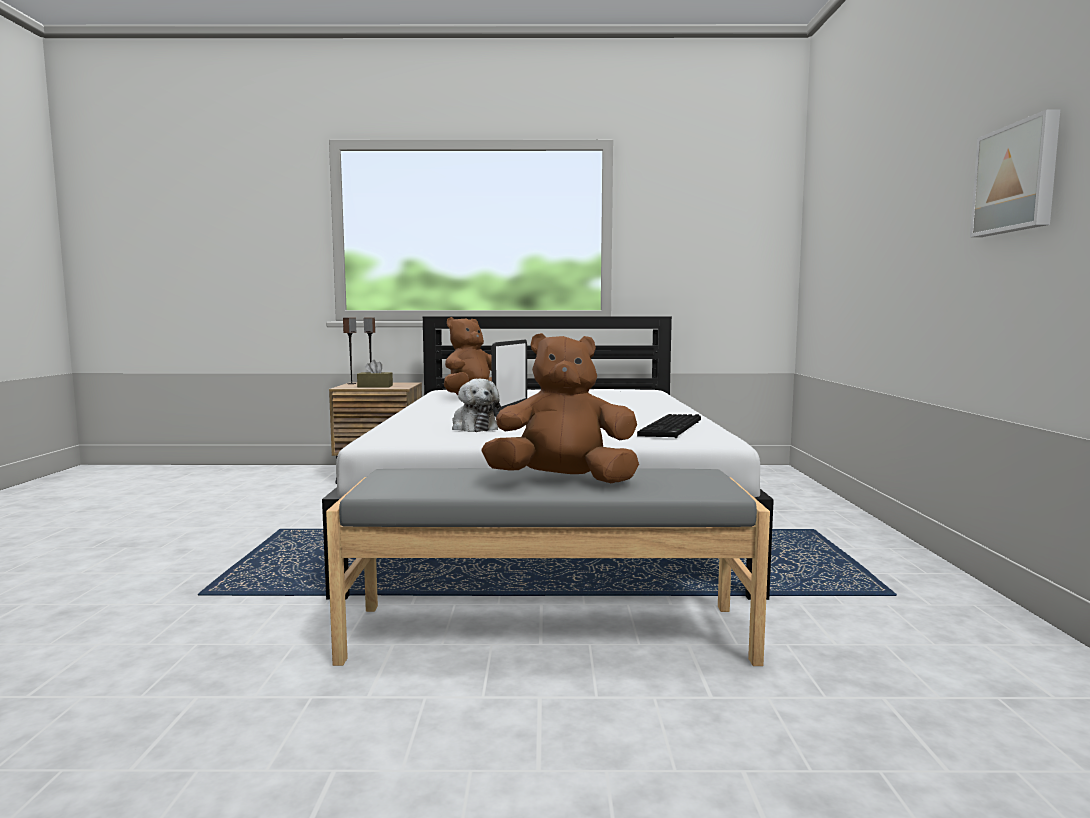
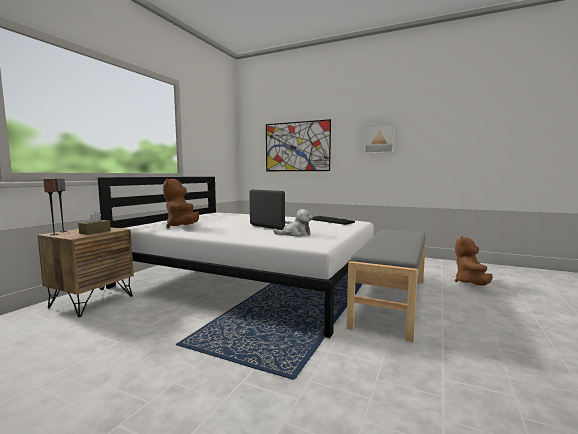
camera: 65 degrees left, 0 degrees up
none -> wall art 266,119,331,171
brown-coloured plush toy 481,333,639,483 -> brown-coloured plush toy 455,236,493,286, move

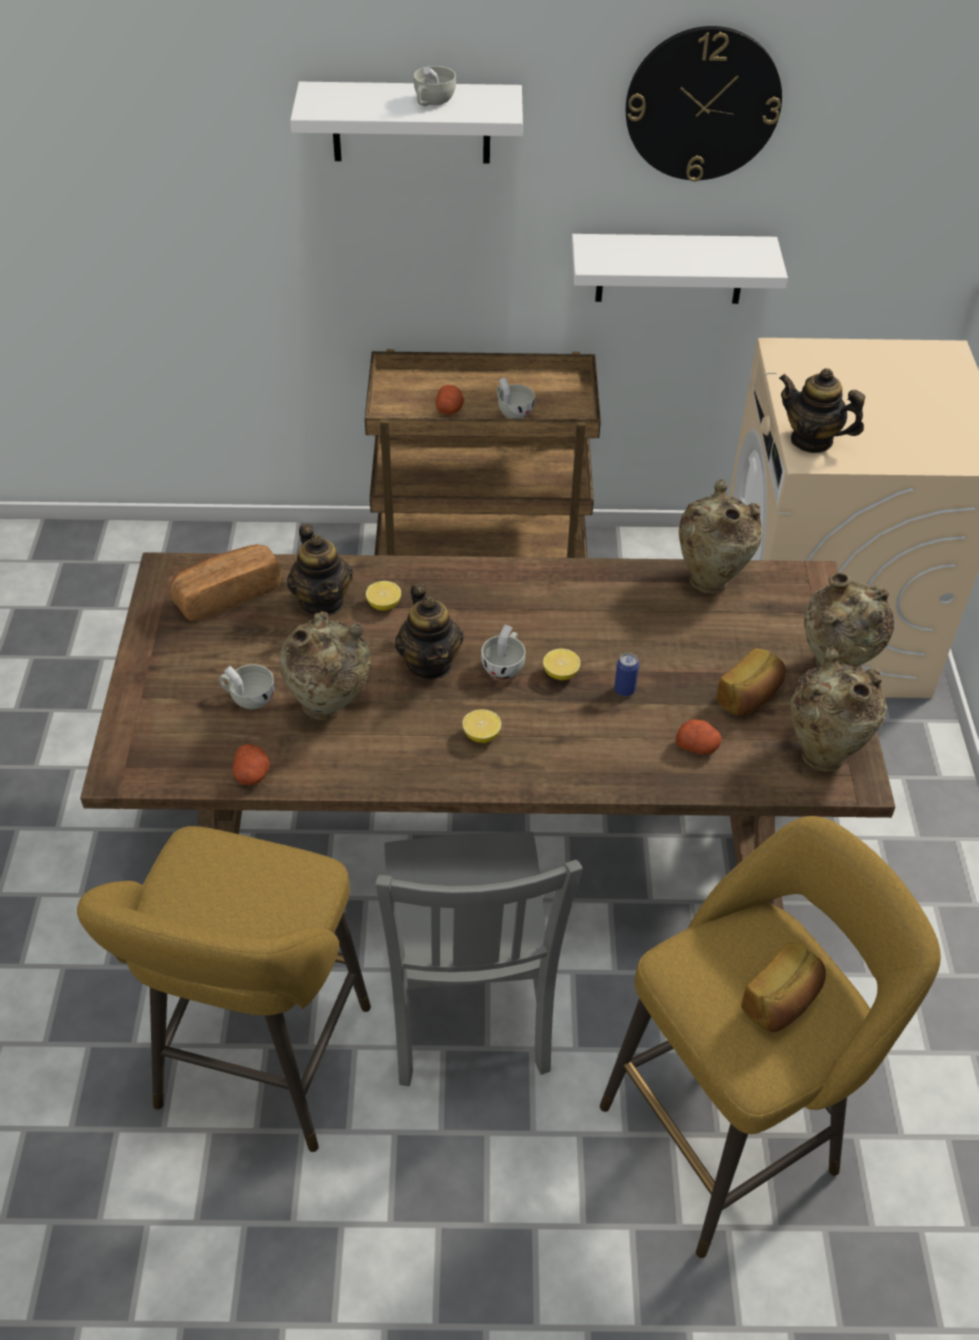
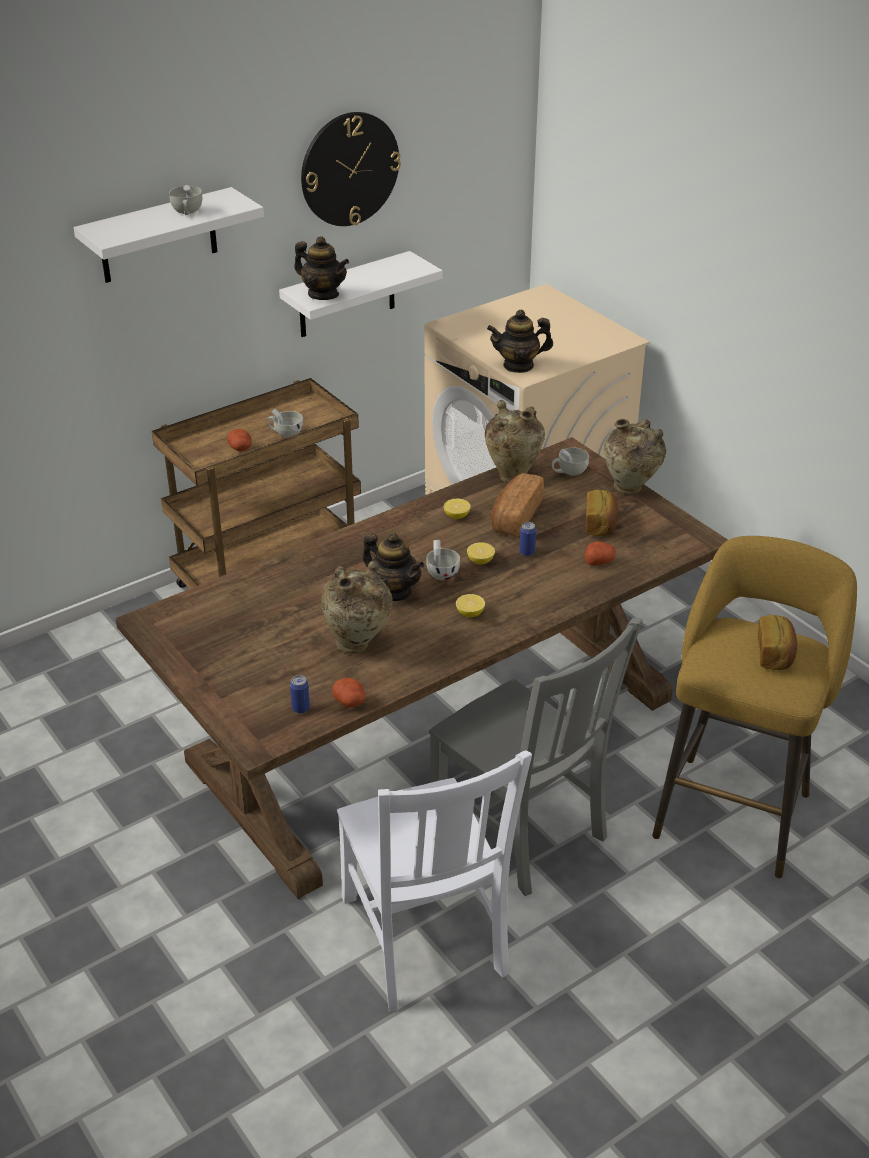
camera: 35 degrees left, 10 degrees down
beige flower vase 791,648,886,772 -> none
none -> sealed can 290,675,310,714
baked bread 170,545,281,621 -> baked bread 491,473,544,537, move
whitish drinking cup 219,664,275,709 -> whitish drinking cup 552,447,589,475, move
pot for tea 287,524,353,616 -> pot for tea 294,236,349,300, move
citrus fruit 366,581,401,610 -> citrus fruit 444,499,471,519, move
yellowish stool 77,826,371,1152 -> whitish upright chair 337,750,532,1011

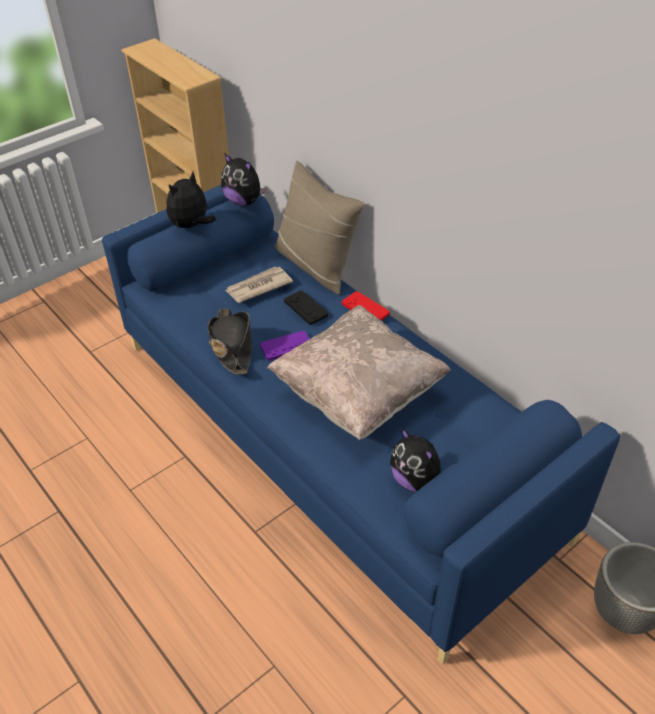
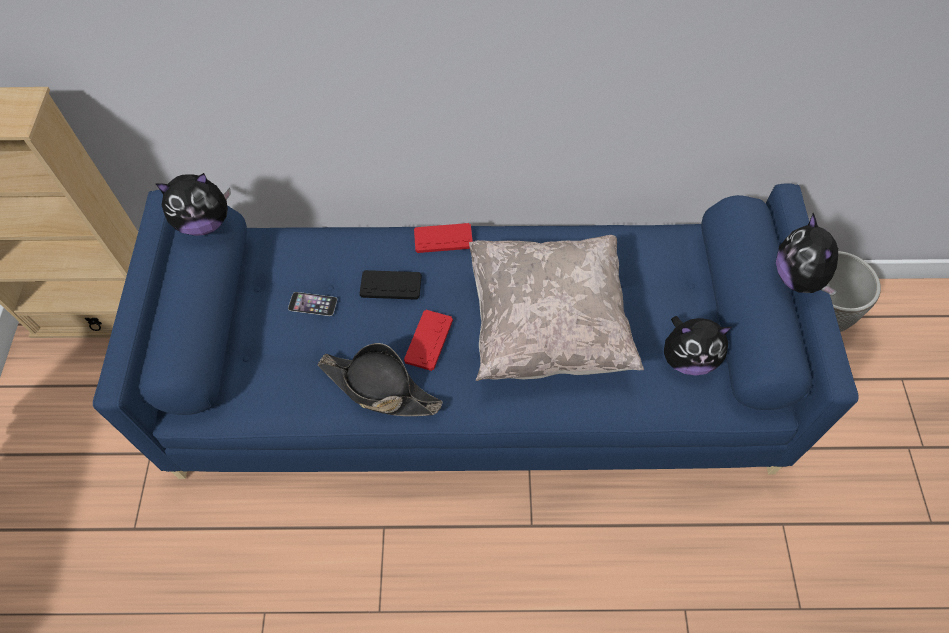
camera: 50 degrees left, 15 degrees up
beige pillow 275,161,364,295 -> none
plush toy 166,172,216,230 -> plush toy 776,213,838,295, move
printed paper 225,267,293,303 -> telephone 288,292,337,316
purple-coloured game controller 260,330,309,361 -> reddish game controller 404,310,453,371

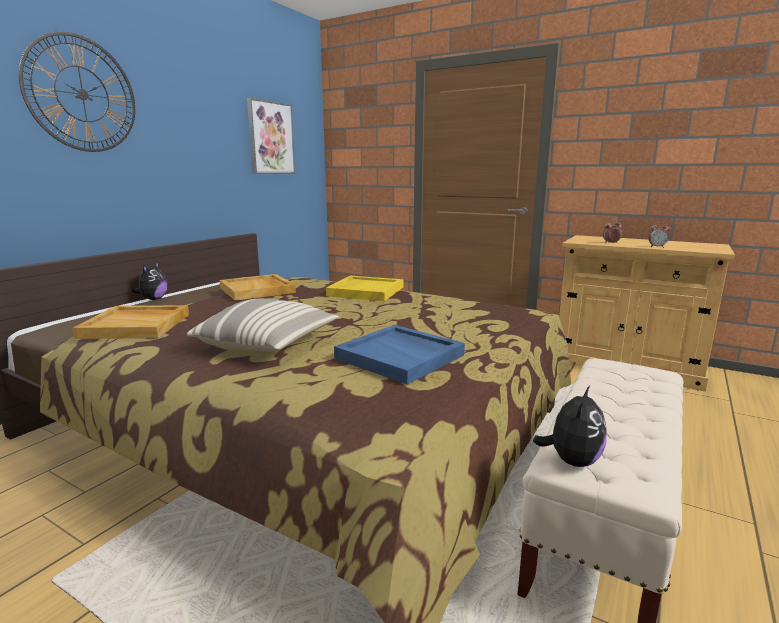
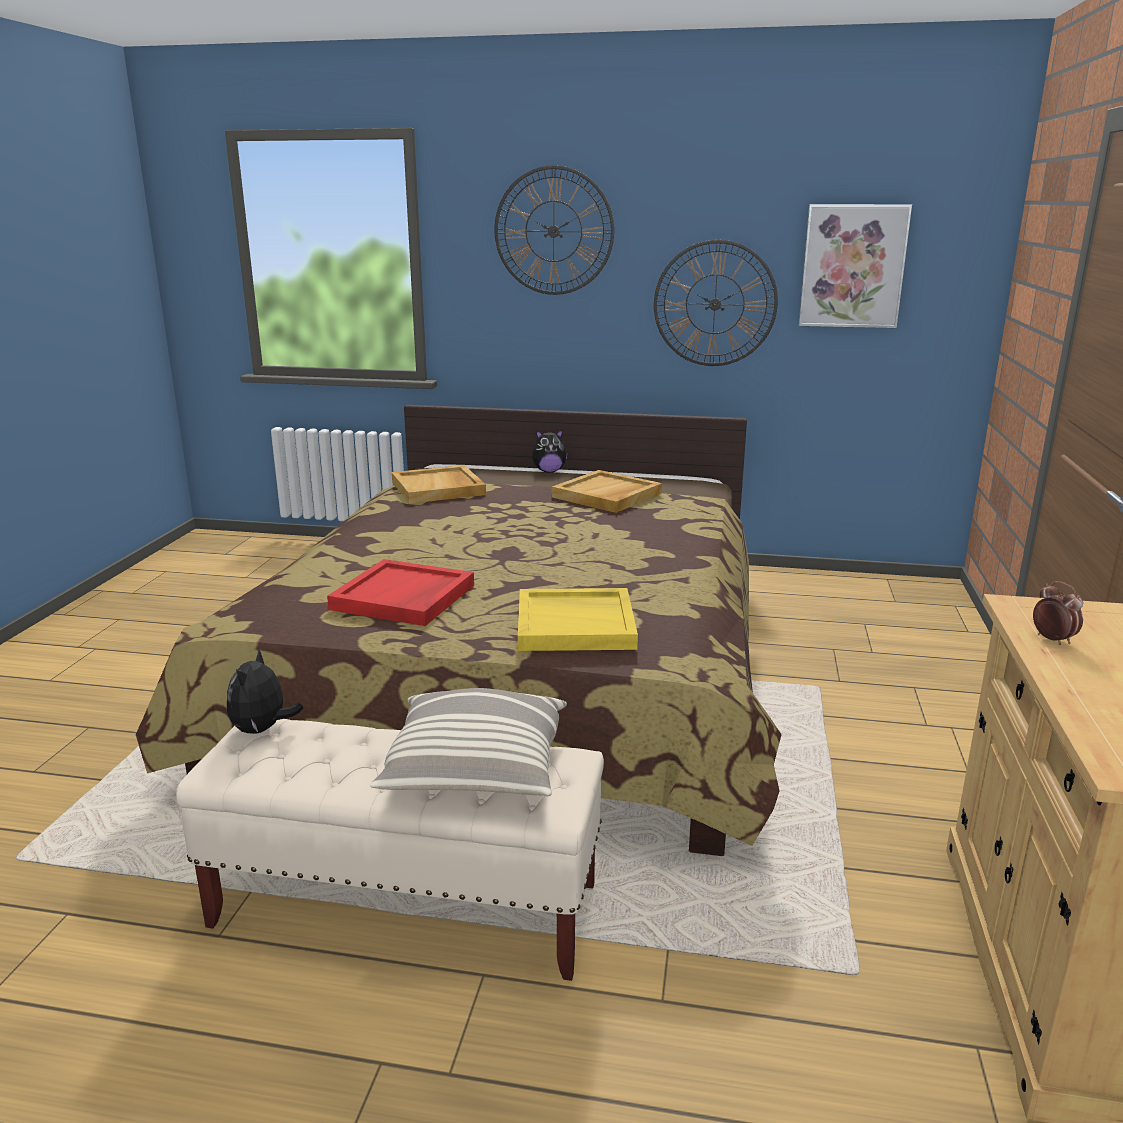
camera: 70 degrees right, 5 degrees up
table clock 648,222,670,248 -> none
none -> hanging clock 654,240,778,366
pillow 186,299,339,352 -> pillow 370,688,567,796, move
yellowish carrying tray 326,276,403,301 -> yellowish carrying tray 518,588,638,651, move
blue-coloured carrying tray 334,325,465,384 -> reddish carrying tray 327,559,474,626
plush toy 533,386,607,467 -> plush toy 227,648,303,734, 90 degrees clockwise

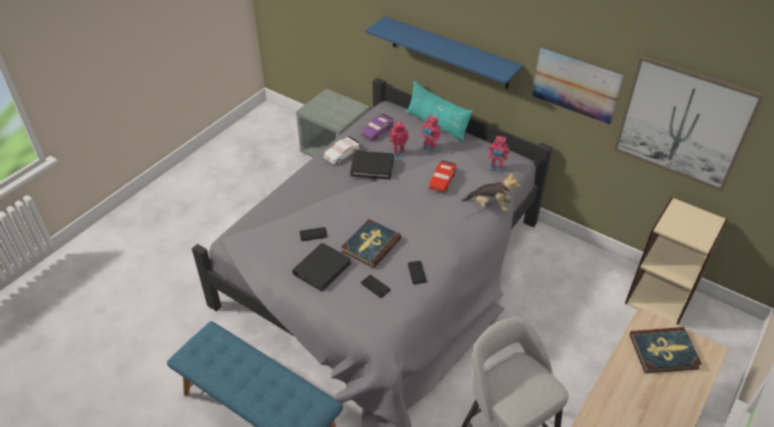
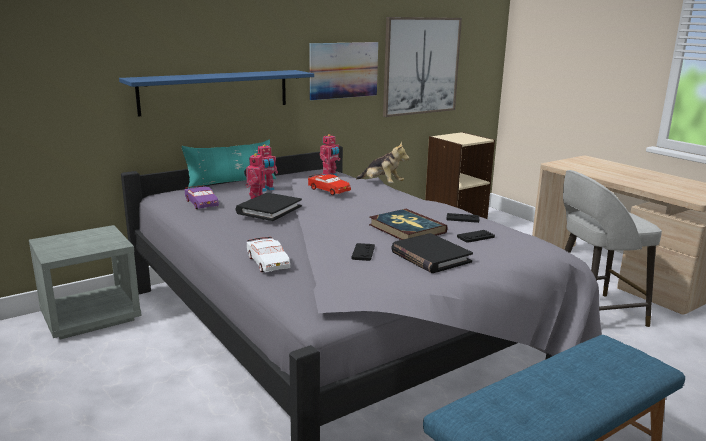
camera: 70 degrees left, 25 degrees down
volume 630,327,702,373 -> none
whitish toy car 324,136,359,164 -> whitish toy car 247,237,290,272, move
plush toy 462,172,520,211 -> plush toy 356,142,410,183, 90 degrees clockwise

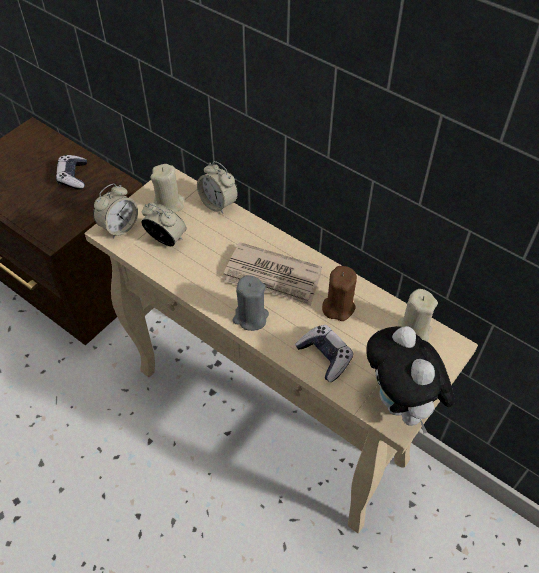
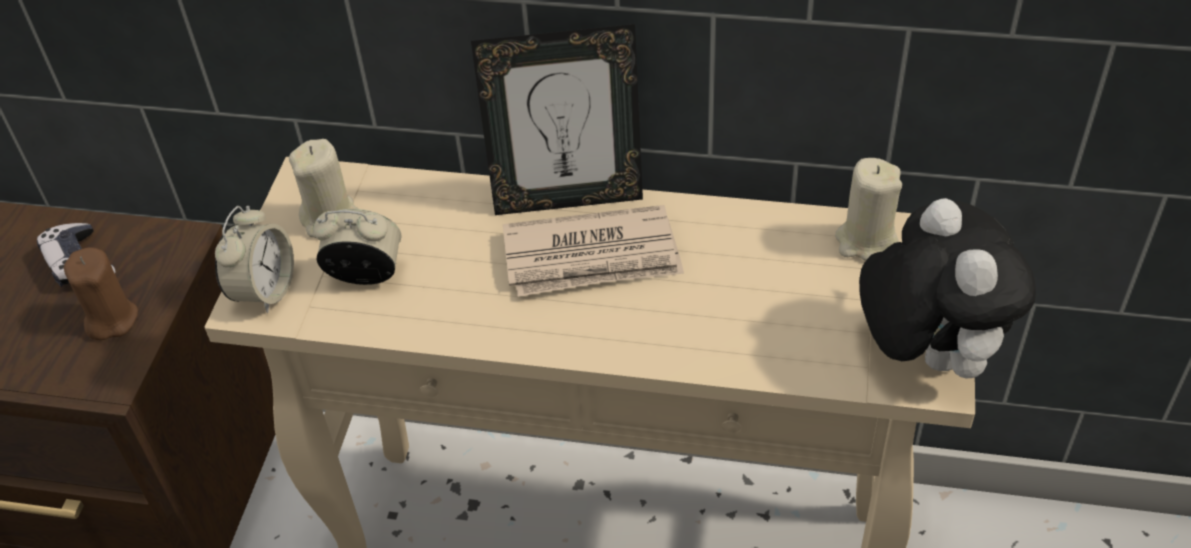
camera: 25 degrees left, 5 degrees down
table clock 197,161,238,214 -> none
gray wax light 232,275,269,331 -> none
game controller 295,325,353,382 -> none
none -> standing frame 471,24,643,215
brown-coloured wax light 322,266,357,321 -> brown-coloured wax light 64,247,138,340, move
plush toy 367,326,454,434 -> plush toy 859,198,1036,378, 150 degrees counterclockwise

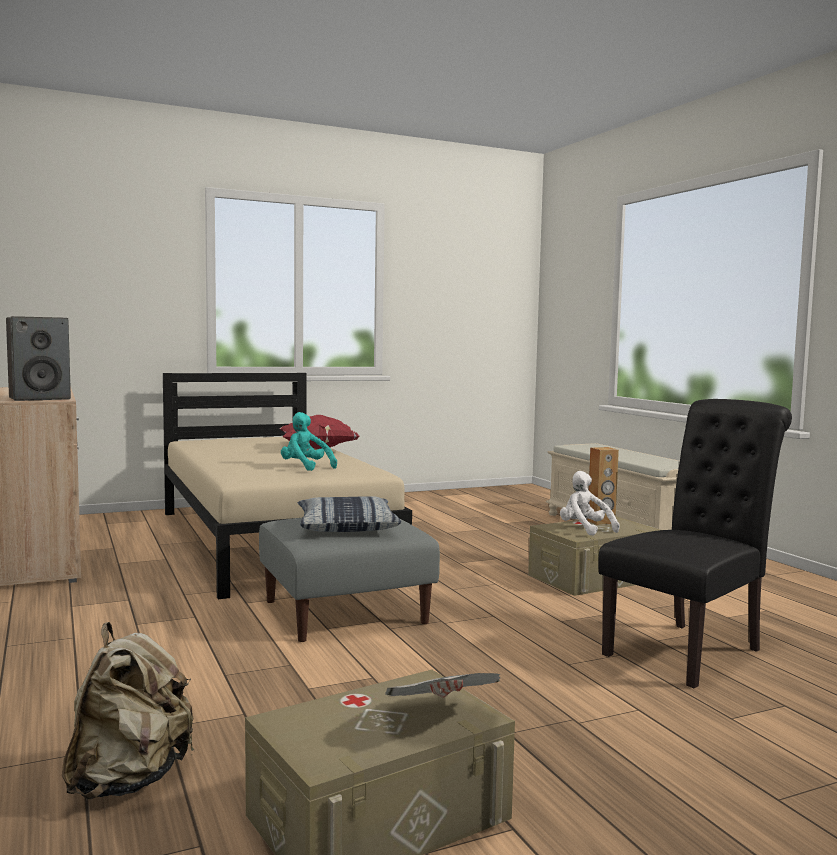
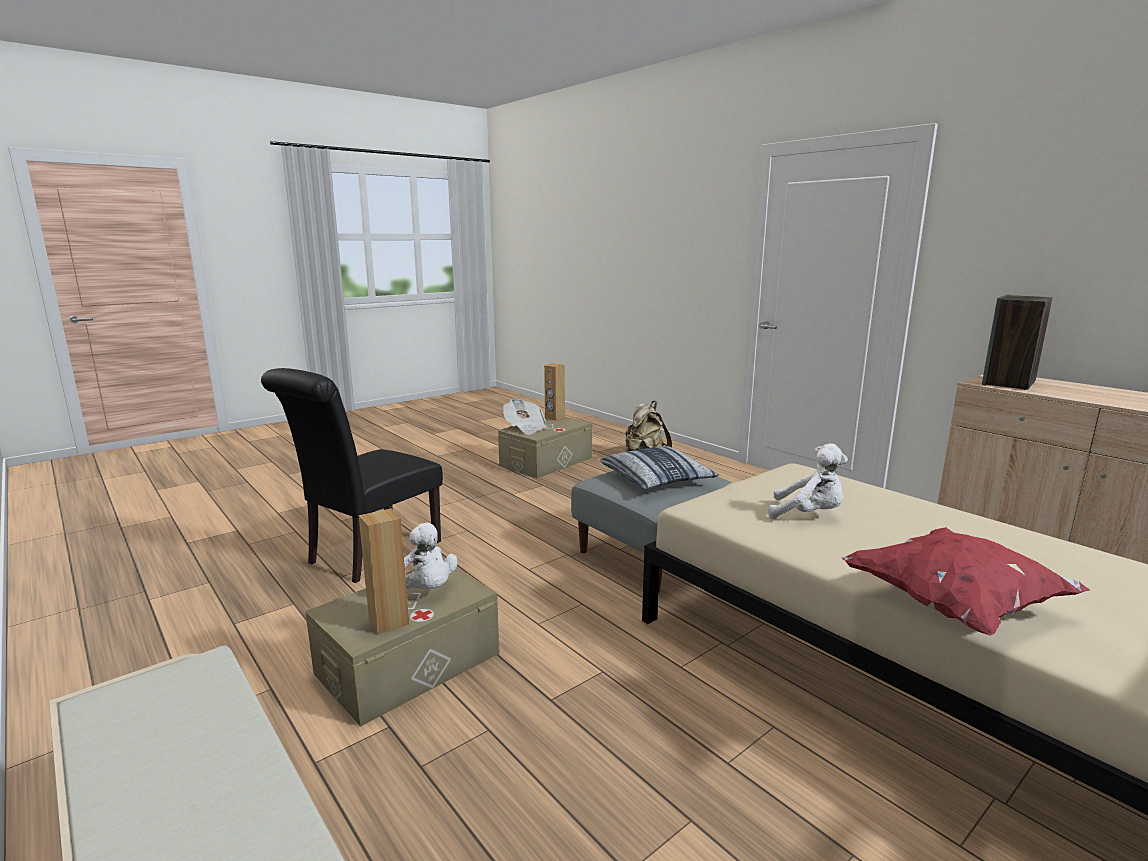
camera: 165 degrees right, 10 degrees up
none -> brown-coloured loudspeaker 544,363,565,421
turquoise plush toy 281,412,337,471 -> whitish plush toy 768,443,848,519

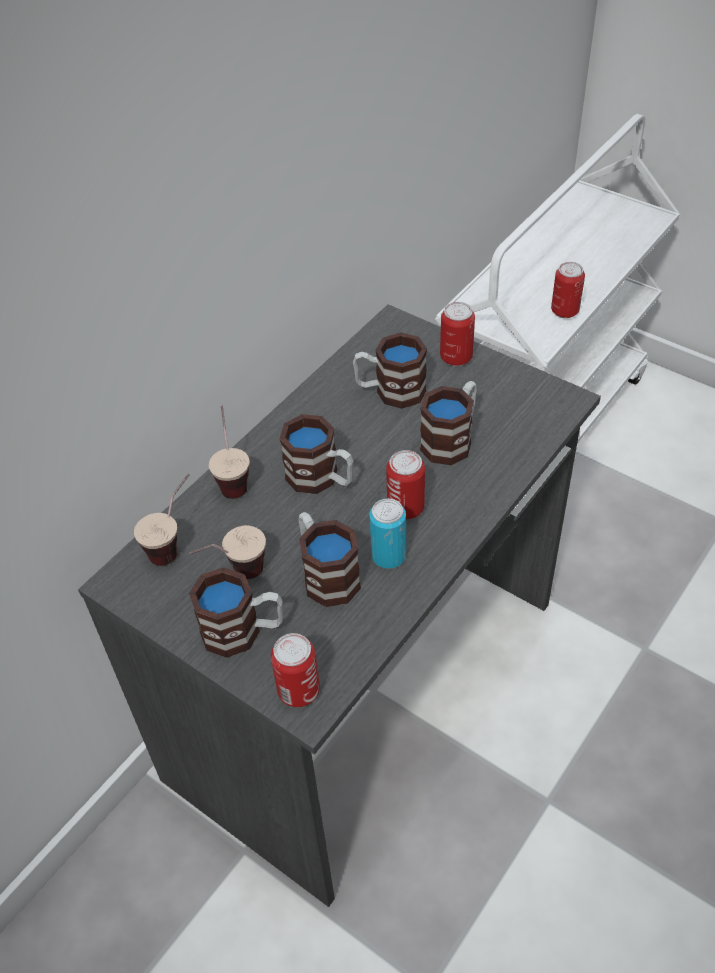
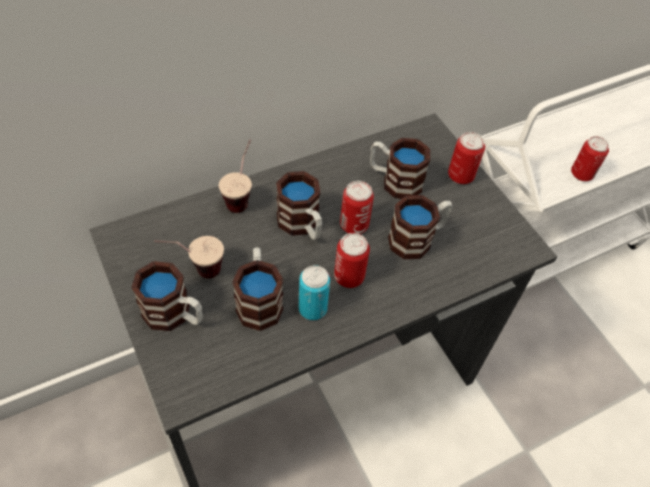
camera: 20 degrees right, 5 degrees up
drinking cup 134,474,189,566 -> none
sealed can 271,633,320,707 -> sealed can 340,181,374,234, move

